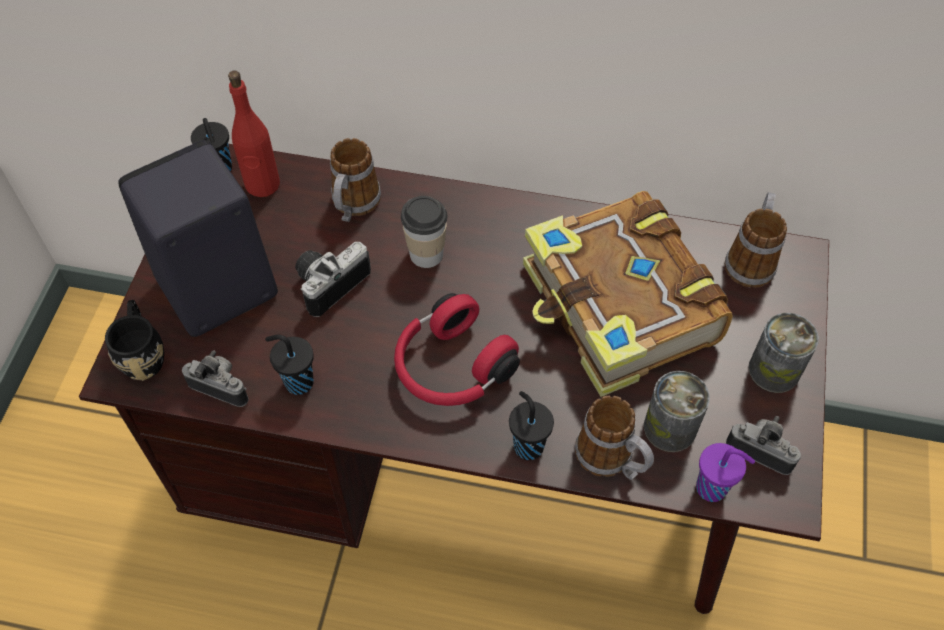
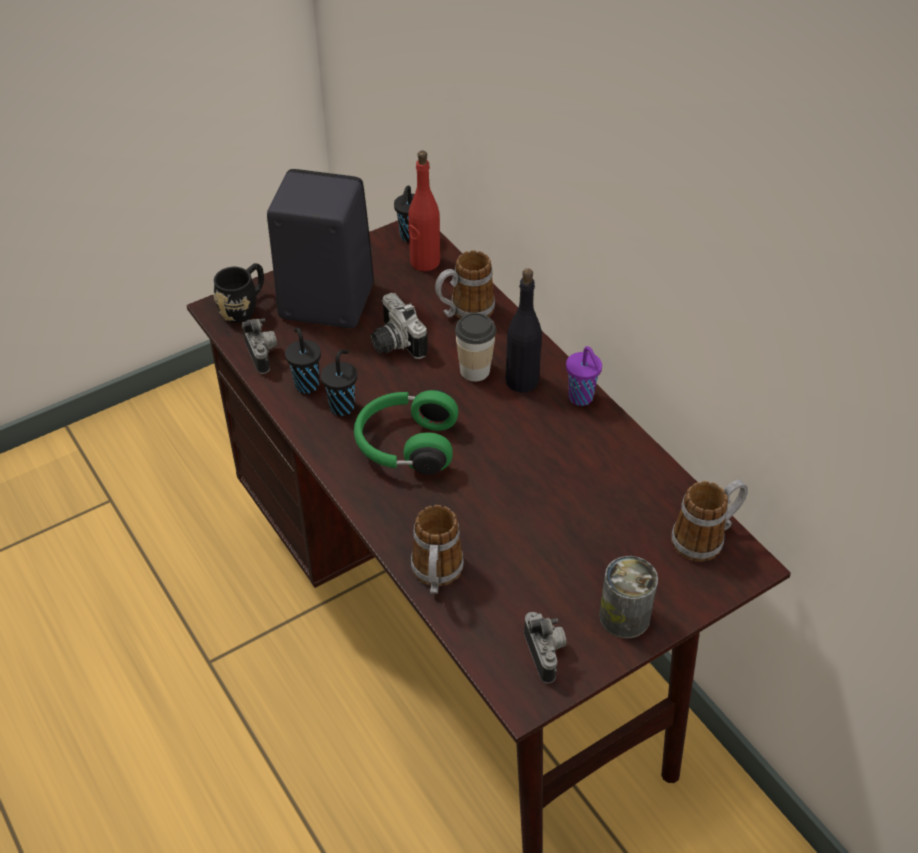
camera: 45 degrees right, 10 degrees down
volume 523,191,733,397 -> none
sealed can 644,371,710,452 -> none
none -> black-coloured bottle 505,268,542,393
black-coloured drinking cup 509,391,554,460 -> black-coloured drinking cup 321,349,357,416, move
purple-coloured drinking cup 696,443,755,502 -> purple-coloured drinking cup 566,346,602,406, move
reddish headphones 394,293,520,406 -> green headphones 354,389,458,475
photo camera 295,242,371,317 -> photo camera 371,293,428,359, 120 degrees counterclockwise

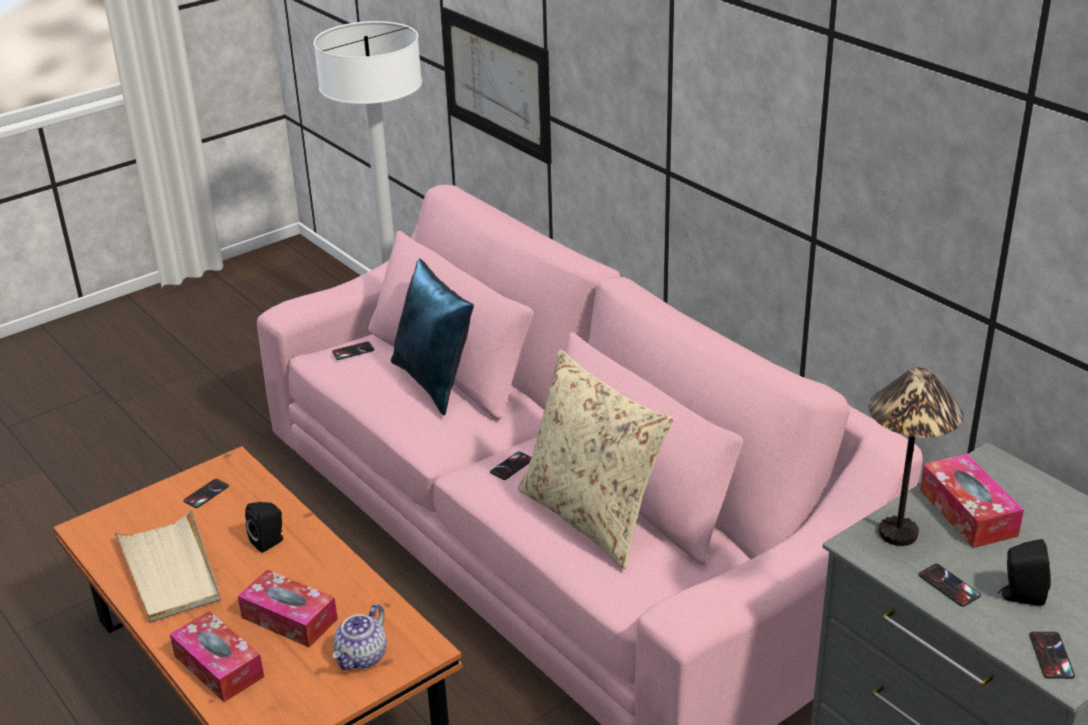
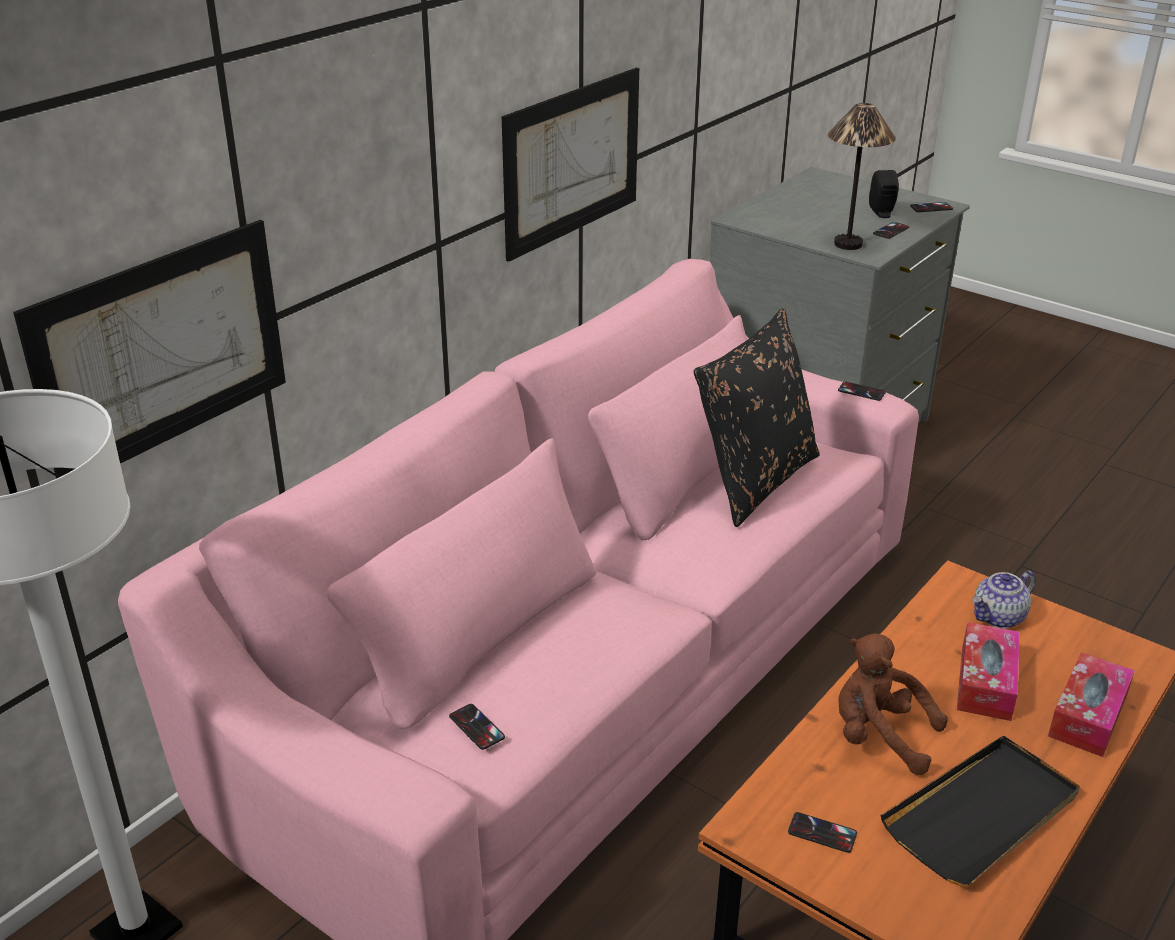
camera: 105 degrees left, 0 degrees up
blue-coloured pillow 391,259,474,415 -> none
box of tissues 920,453,1024,548 -> none
none -> wall art 502,67,639,262
telephone 490,451,532,480 -> telephone 838,382,886,401, move
black-coloured loudspeaker 245,502,283,553 -> brown-coloured plush toy 838,633,948,775
beige carrying tray 114,508,221,623 -> black-coloured carrying tray 880,735,1080,887
beige pillow 518,349,674,569 -> black-coloured pillow 694,308,820,527
pot for tea 332,604,387,670 -> pot for tea 972,571,1036,628, 135 degrees clockwise

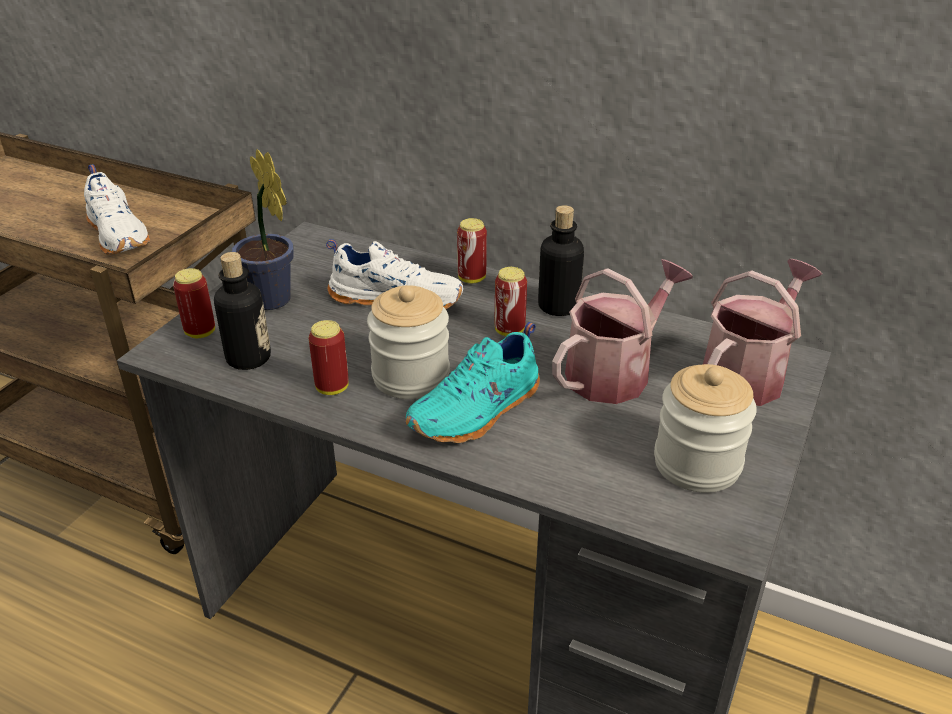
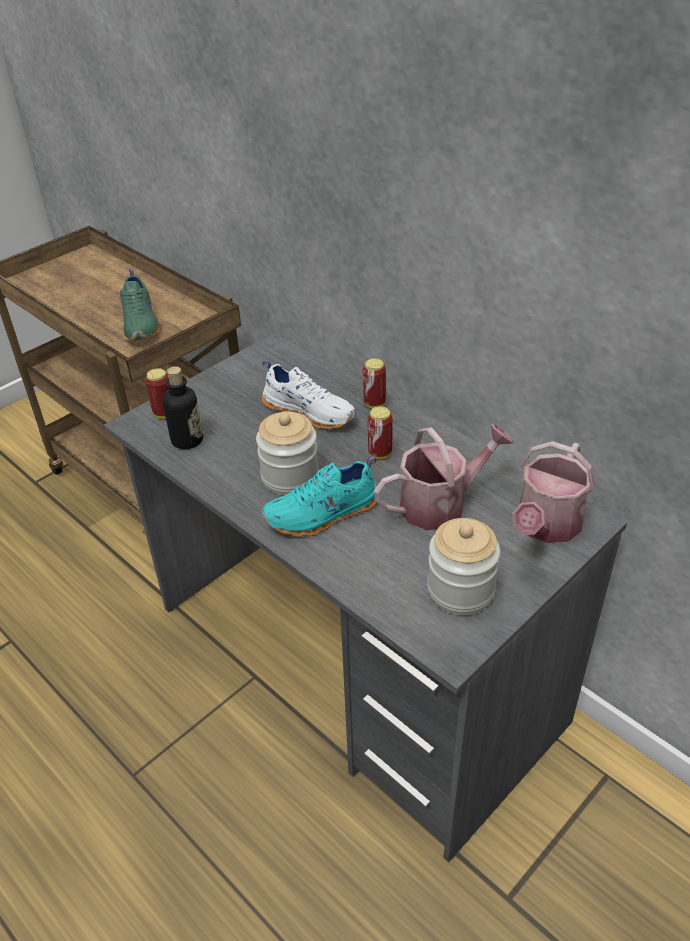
camera: 20 degrees right, 5 degrees up
houseplant 232,149,294,310 -> none
sealed can 309,320,349,395 -> none
bottle 538,205,584,316 -> none
whitish shoe 84,164,150,255 -> green shoe 120,269,160,341
sprinkling can 703,259,822,406 -> sprinkling can 512,441,595,543, 150 degrees clockwise

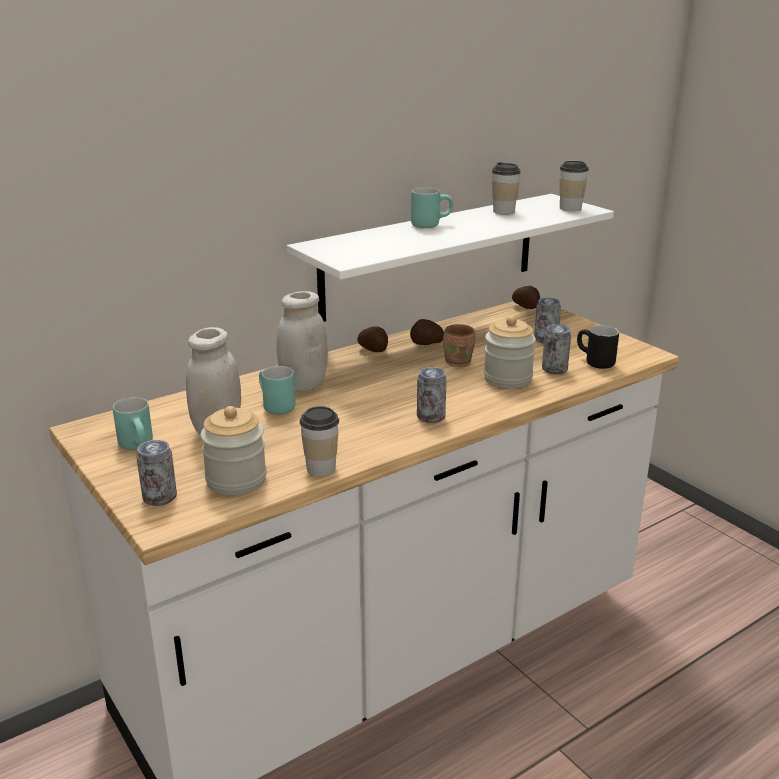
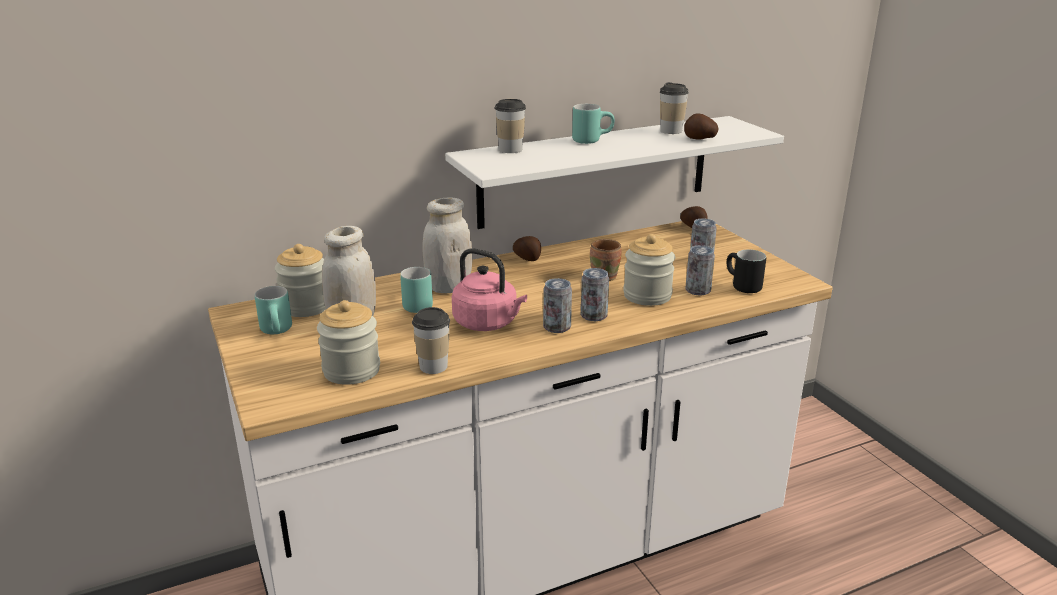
camera: 10 degrees right, 0 degrees up
none -> preserve jar 275,244,326,317
none -> pinkish tea kettle 452,248,527,331
sealed can 136,440,177,506 -> sealed can 581,268,609,321, move
whole potato 410,319,444,345 -> whole potato 684,113,719,140, move
drinking cup 559,161,589,211 -> drinking cup 495,99,526,153, move

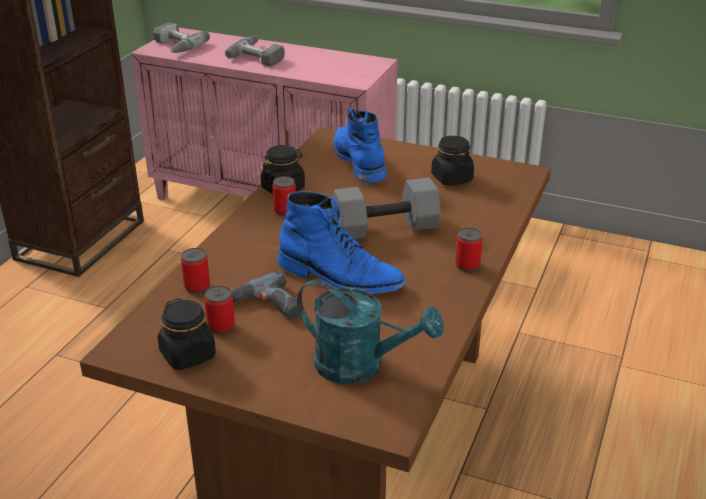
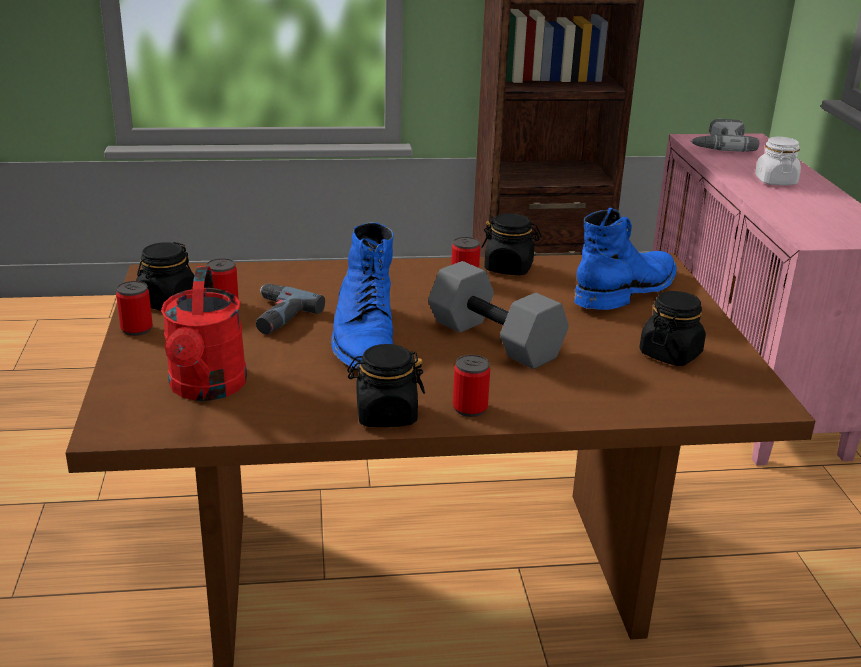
camera: 60 degrees right, 5 degrees down
none -> black-coloured preserve jar 347,344,425,427
sealed can 181,248,210,293 -> sealed can 116,281,153,336, move
power drill 225,36,285,67 -> whitish preserve jar 755,137,801,185
turquoise sprinkling can 297,279,444,384 -> reddish sprinkling can 161,266,247,401

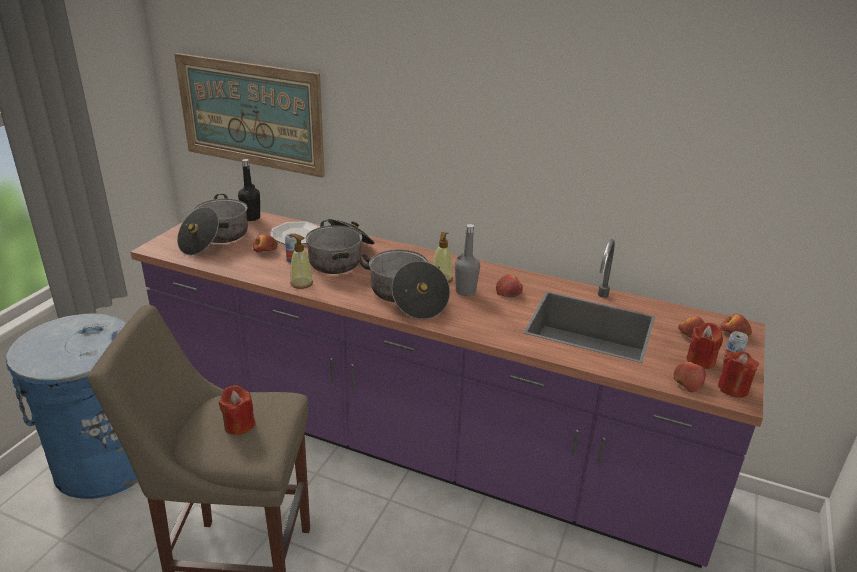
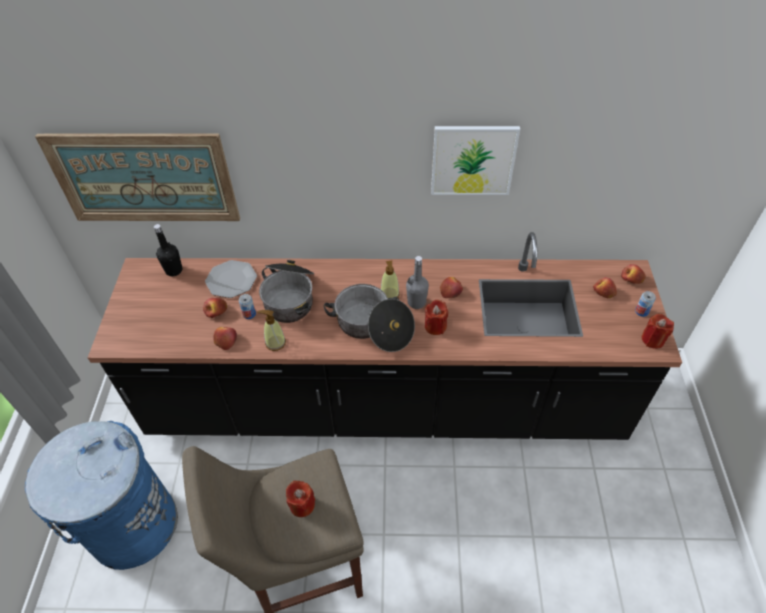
camera: 20 degrees left, 20 degrees up
cooking pot 177,194,248,255 -> none
none -> wall art 431,126,520,195
apple 673,362,706,392 -> apple 213,327,237,350, move
reddish wax light 687,323,723,369 -> reddish wax light 425,300,448,335, move
purple-coloured counter 131,212,765,568 -> black-coloured counter 88,232,682,440

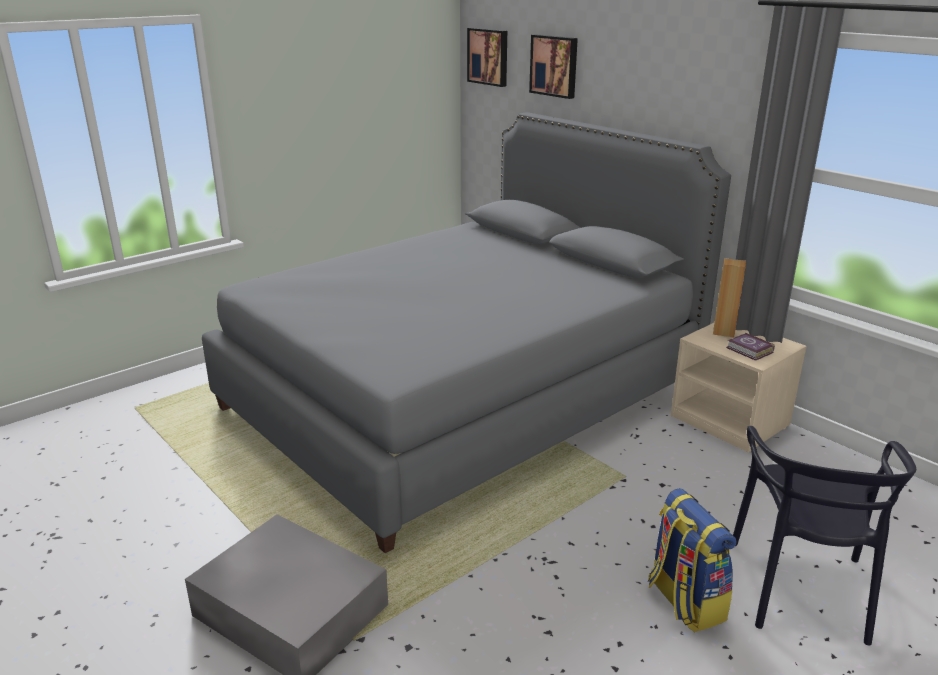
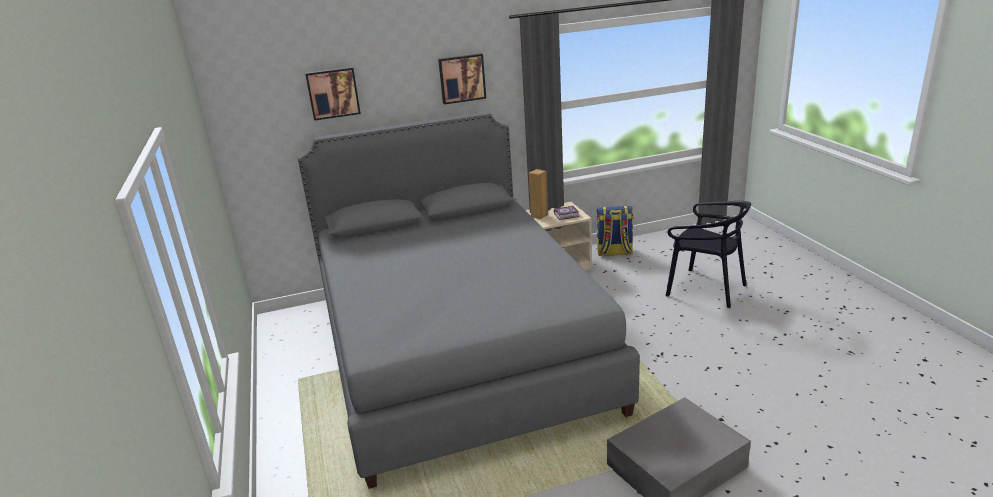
camera: 65 degrees left, 0 degrees up
wall art 467,28,507,87 -> wall art 438,53,486,104, move
backpack 648,488,736,632 -> backpack 597,206,633,256, move

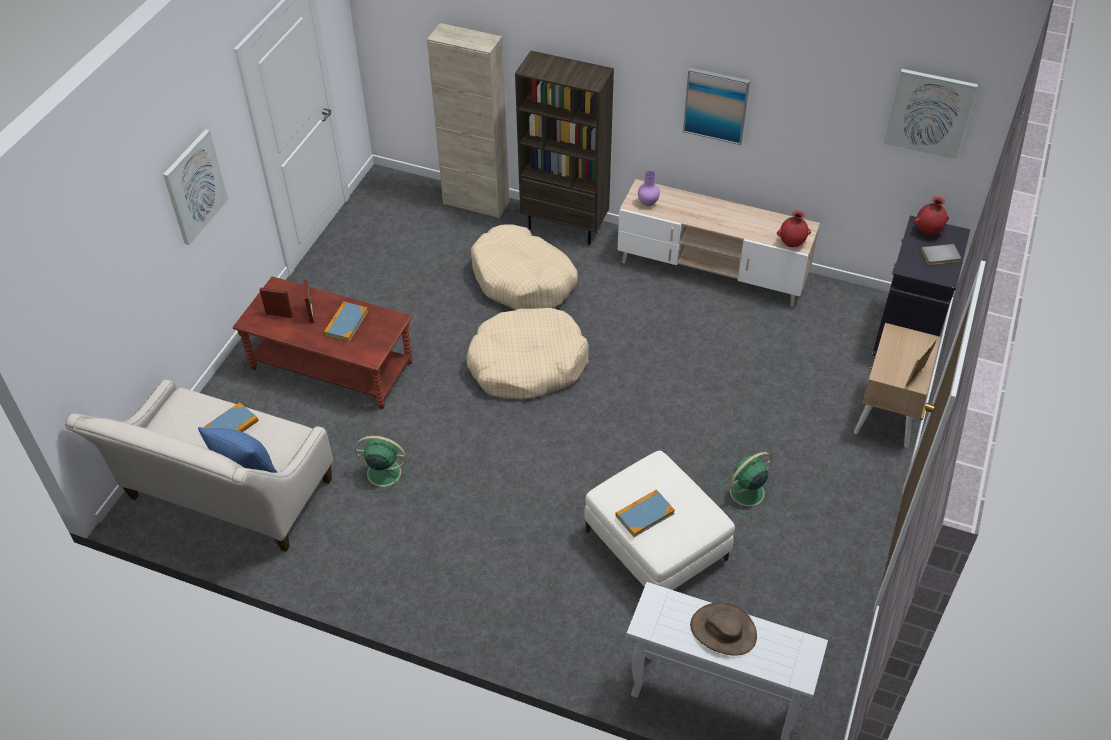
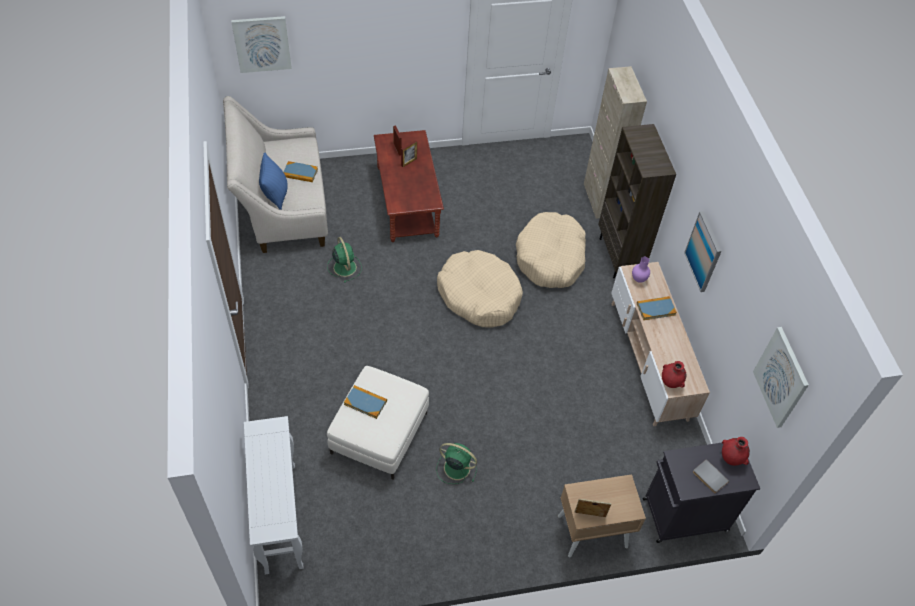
camera: 55 degrees right, 5 degrees up
brown-coloured clothing hat 690,603,757,656 -> none
wall art 163,129,228,245 -> wall art 231,16,292,73, move
volume 324,302,368,342 -> volume 637,296,677,320, move

